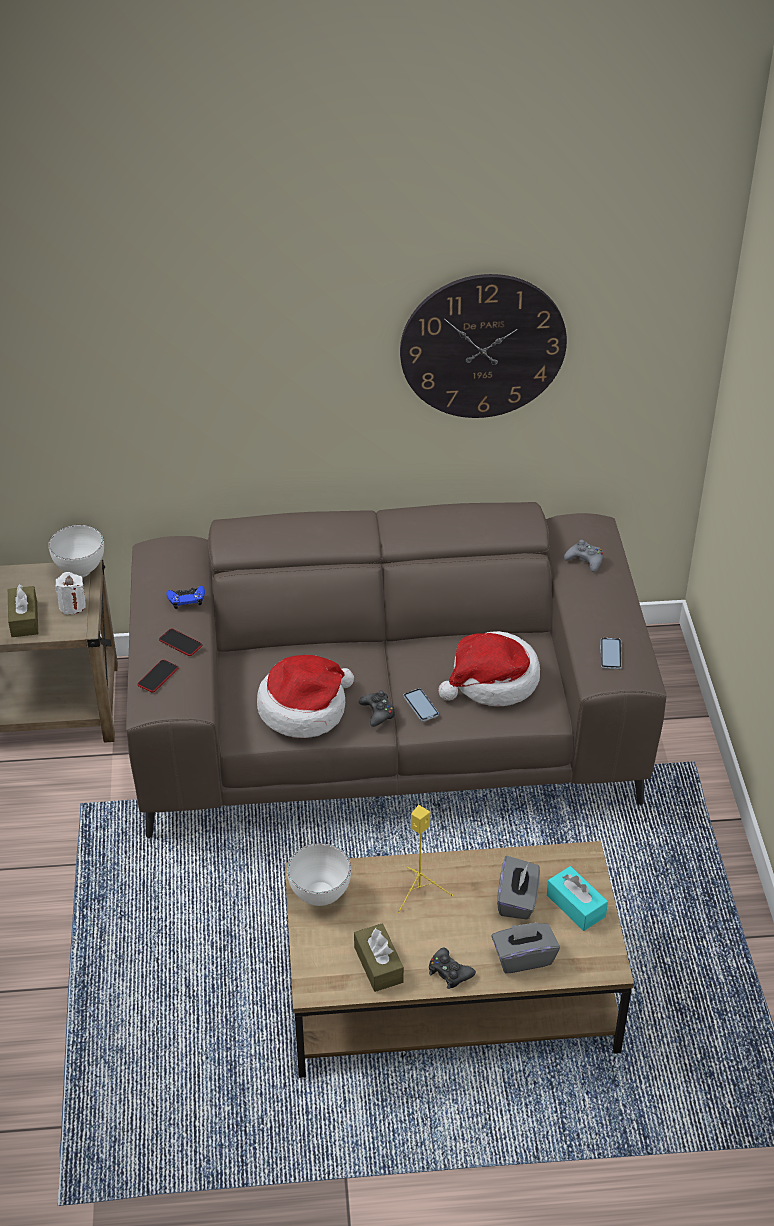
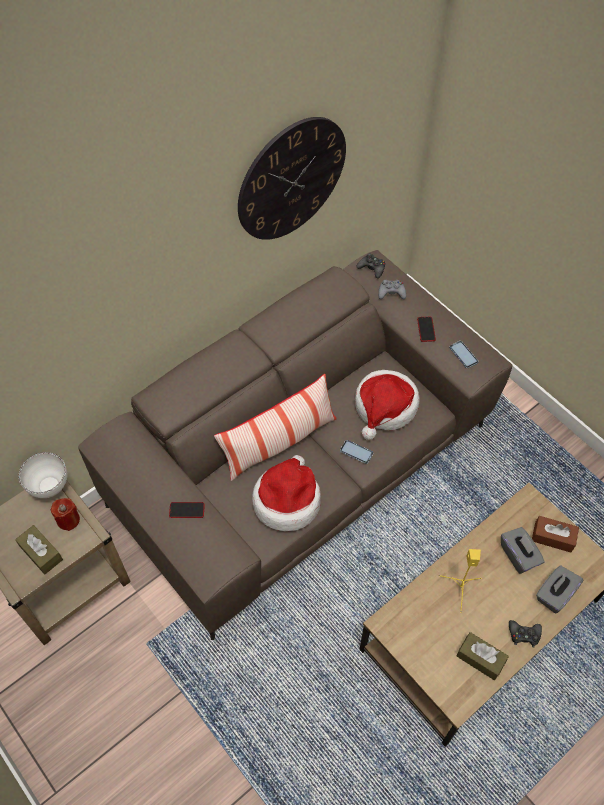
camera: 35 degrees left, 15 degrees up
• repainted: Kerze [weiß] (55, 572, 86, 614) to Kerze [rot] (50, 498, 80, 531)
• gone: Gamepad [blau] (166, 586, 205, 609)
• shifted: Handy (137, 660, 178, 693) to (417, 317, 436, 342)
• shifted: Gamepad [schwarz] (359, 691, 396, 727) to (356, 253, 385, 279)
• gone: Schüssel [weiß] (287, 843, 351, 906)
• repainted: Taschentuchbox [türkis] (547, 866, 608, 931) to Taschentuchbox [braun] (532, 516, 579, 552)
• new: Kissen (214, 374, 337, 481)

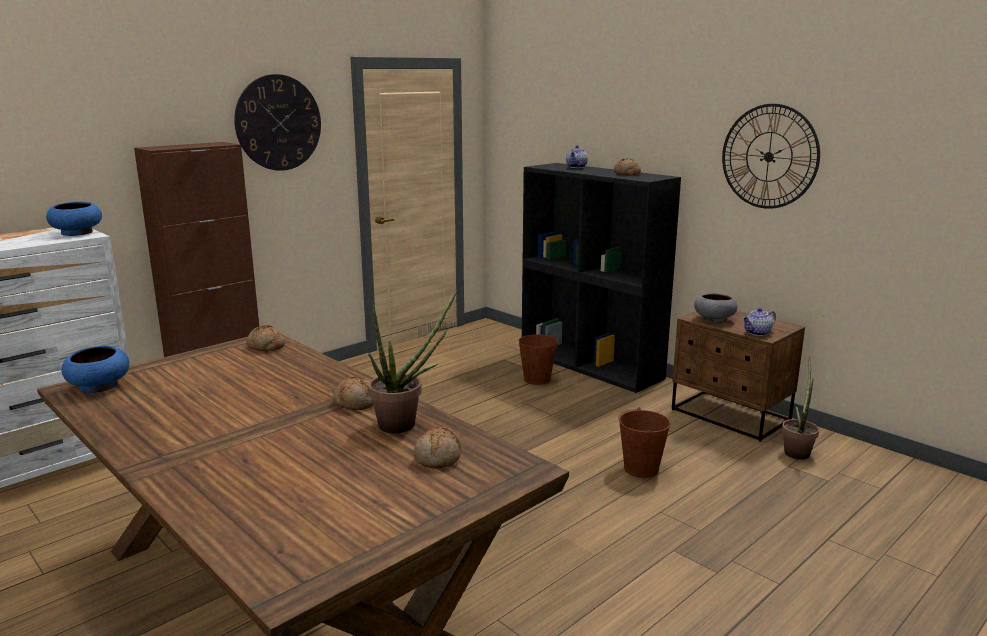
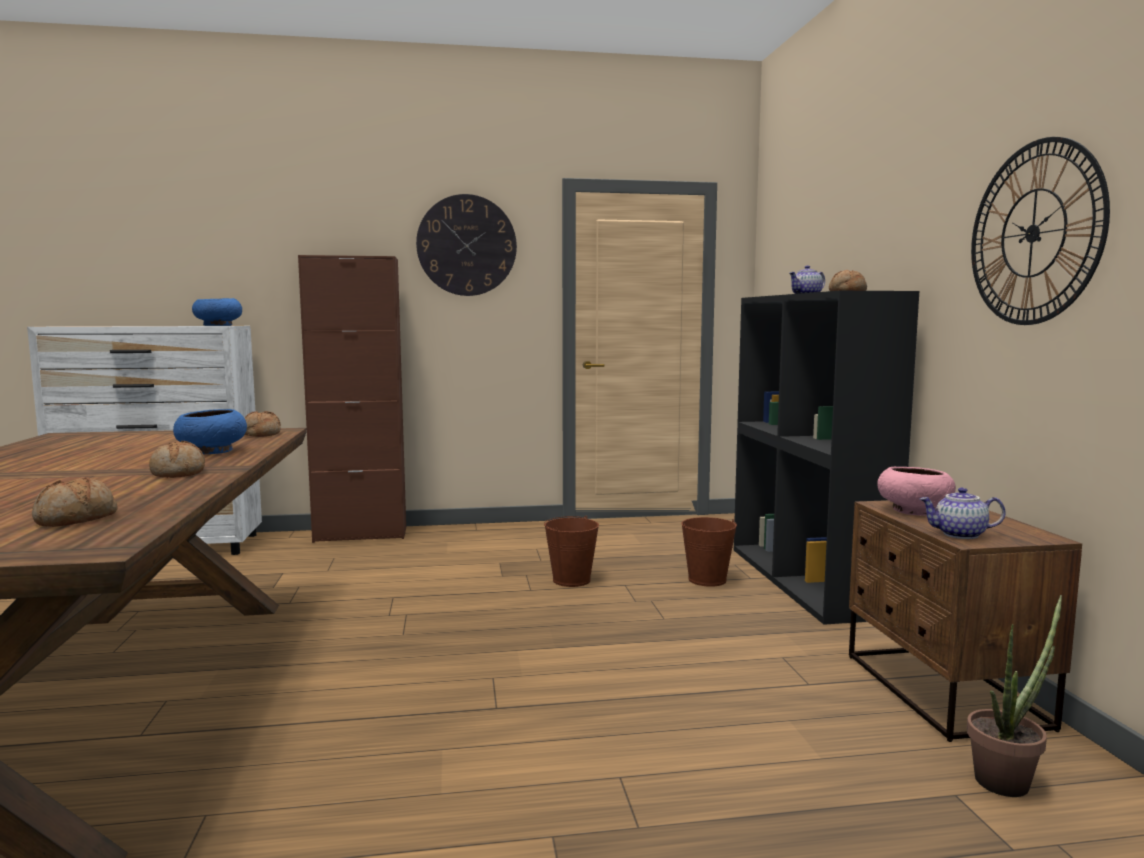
camera: 35 degrees right, 10 degrees down
• gone: Topfpflanze (368, 290, 457, 433)
• repainted: Schüssel [grau] (694, 293, 737, 323) to Schüssel [rosa] (877, 467, 956, 516)
• shifted: Schüssel [blau] (61, 345, 129, 393) to (173, 409, 247, 454)
• shifted: Eimer [braun] (618, 407, 671, 478) to (544, 516, 599, 587)

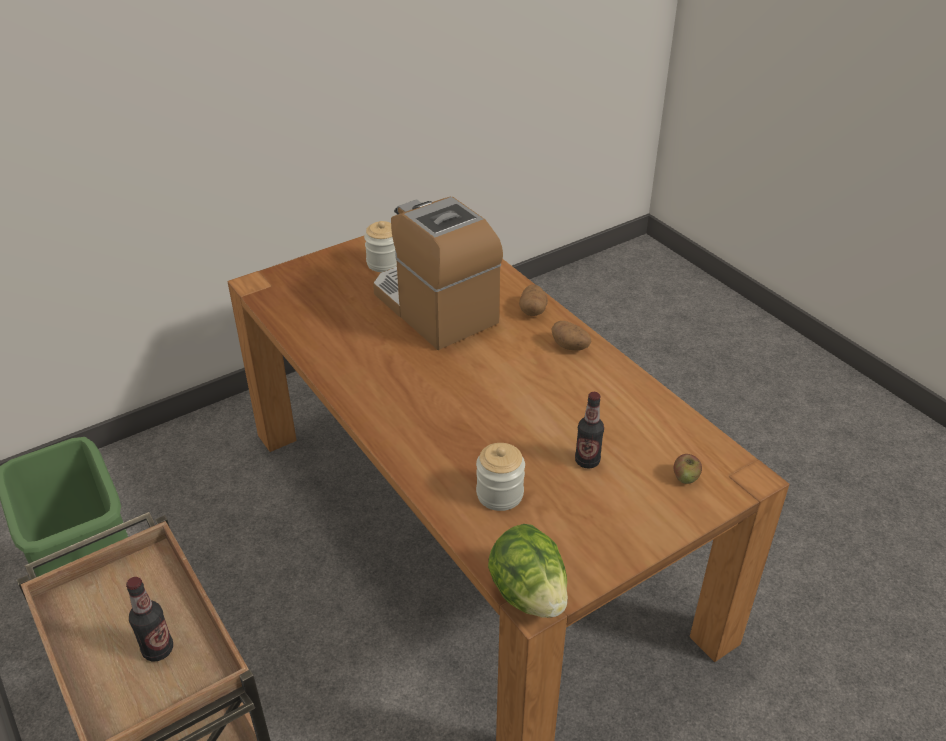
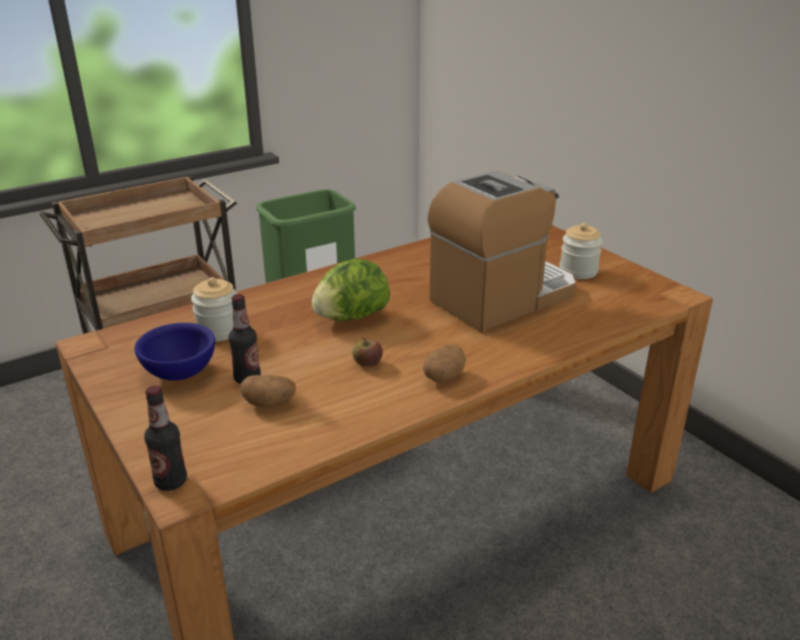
camera: 90 degrees right, 10 degrees down
• shifted: Kartoffel (519, 285, 548, 316) to (240, 375, 296, 408)
• shifted: Apfel (674, 454, 702, 484) to (352, 337, 383, 366)
• shifted: Salatkopf (488, 524, 568, 618) to (312, 259, 390, 321)
• shifted: Flasche (126, 577, 173, 662) to (144, 385, 187, 491)
• new: Schüssel [blau] (135, 323, 215, 381)

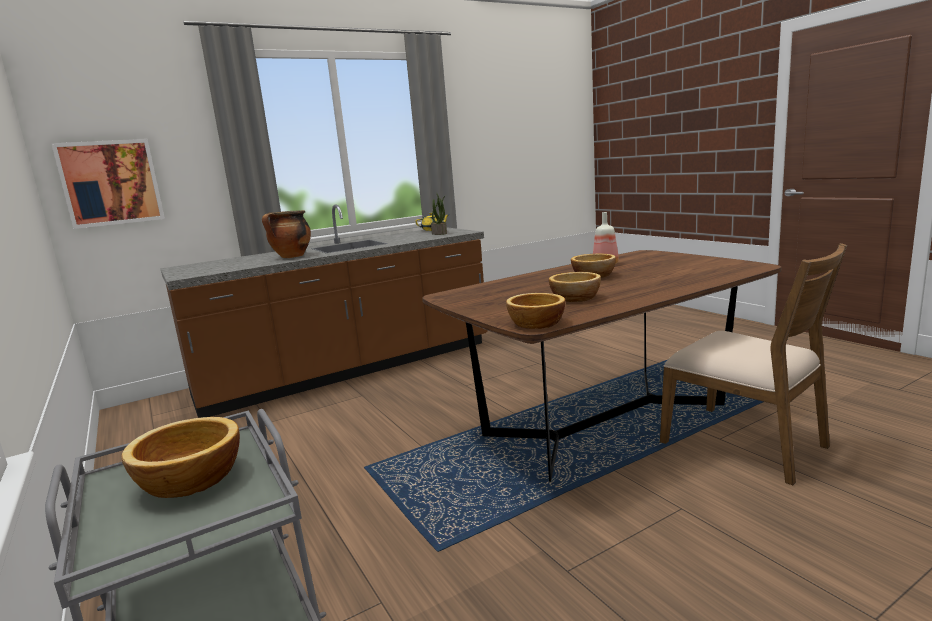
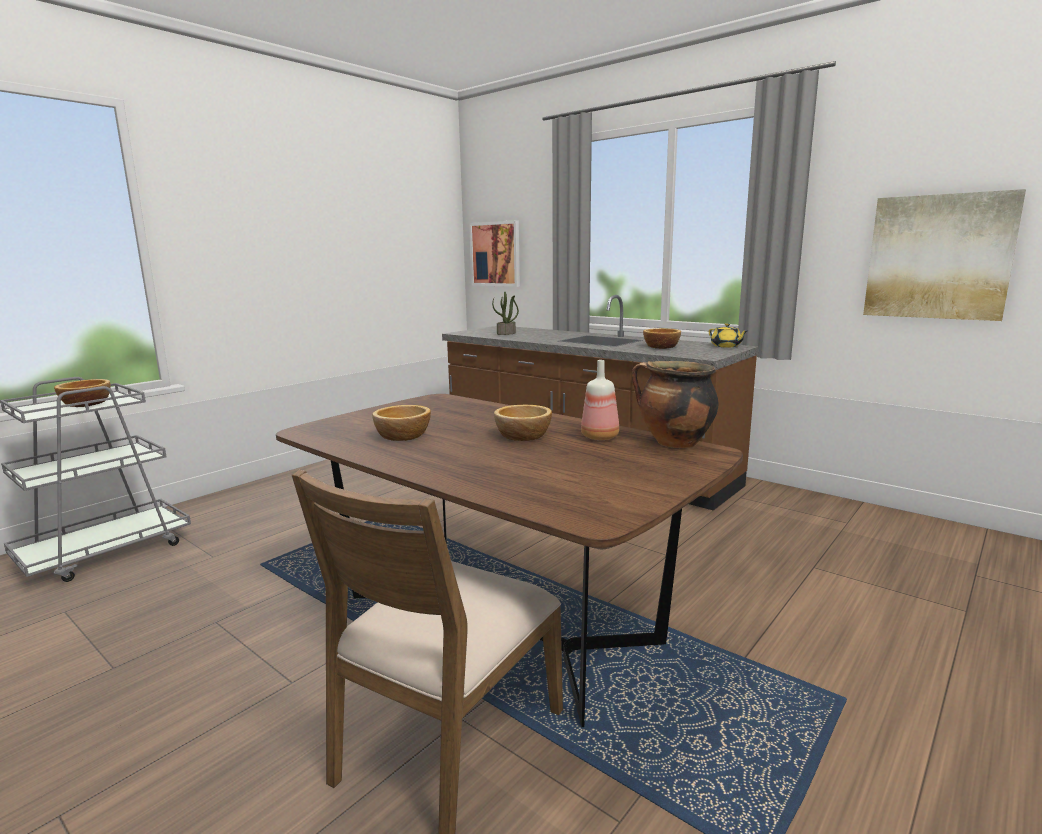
camera: 70 degrees right, 0 degrees up
• shifted: Topfpflanze (431, 194, 447, 235) to (492, 292, 519, 335)
• shifted: Kochtopf (262, 210, 311, 258) to (632, 361, 718, 448)
• shifted: Schüssel (506, 293, 565, 329) to (643, 328, 681, 349)
• new: Bild (863, 189, 1026, 321)

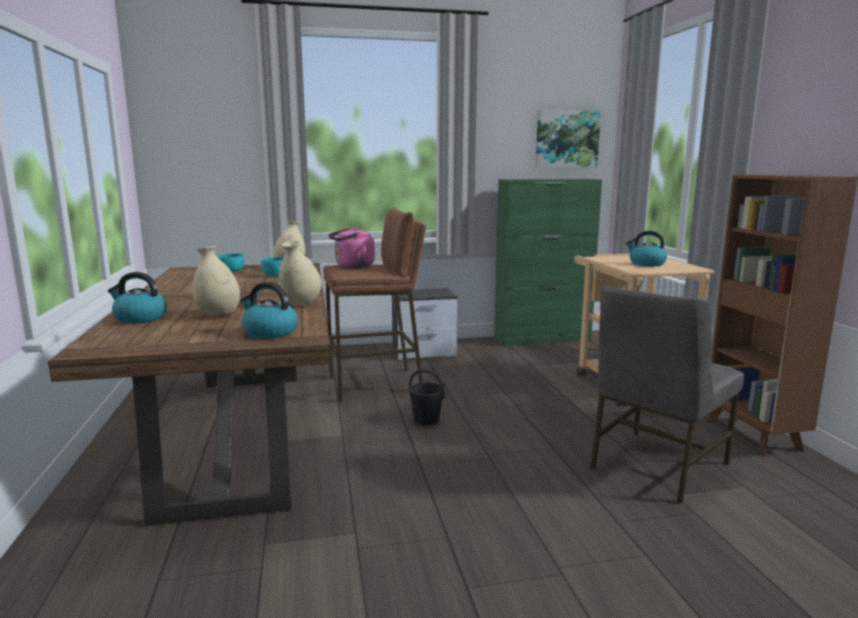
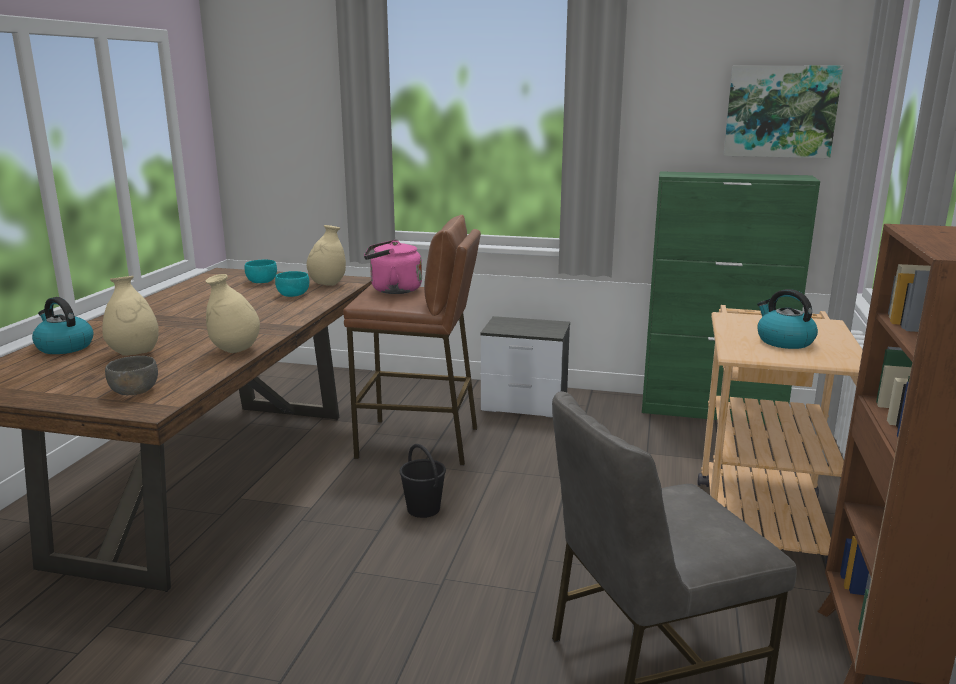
camera: 25 degrees right, 5 degrees up
• swapped: Wasserkessel (240, 282, 298, 338) to Schüssel [grau] (105, 356, 158, 395)

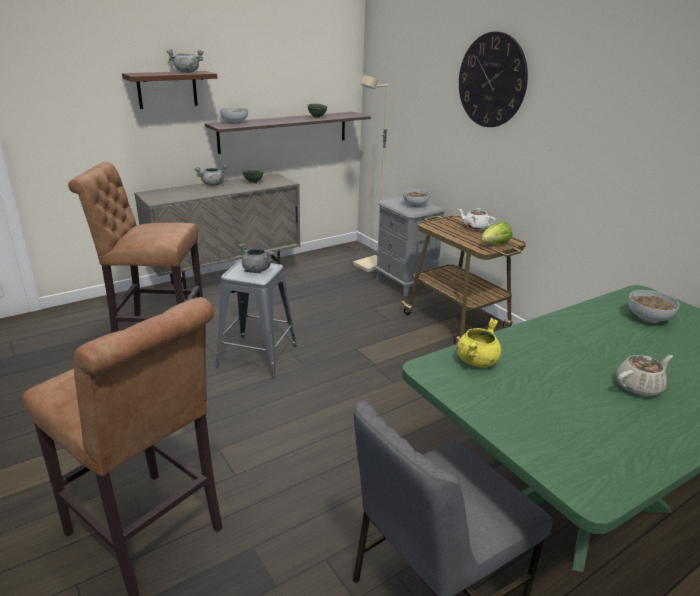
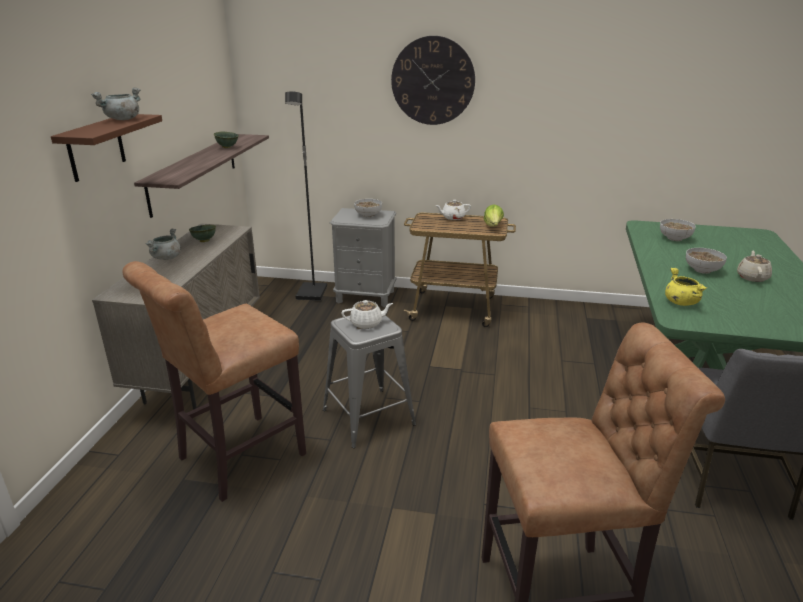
camera: 45 degrees left, 0 degrees up
• repainted: Stehlampe [beige] (353, 75, 389, 272) to Stehlampe [schwarz] (285, 91, 327, 301)
• shifted: Schüssel (220, 107, 248, 124) to (686, 248, 727, 274)
• swapped: Kochtopf [grau] (239, 243, 274, 273) to Teekanne [weiß] (341, 300, 393, 329)

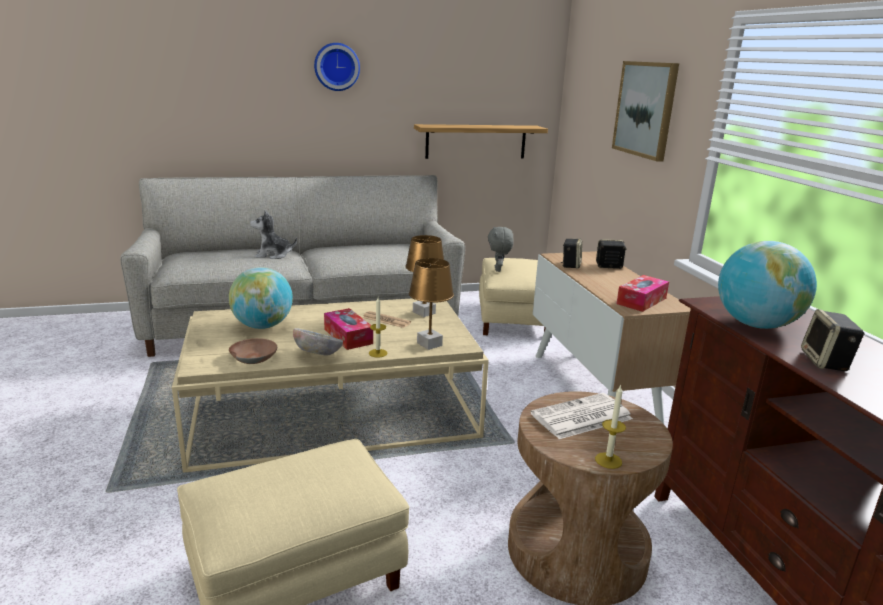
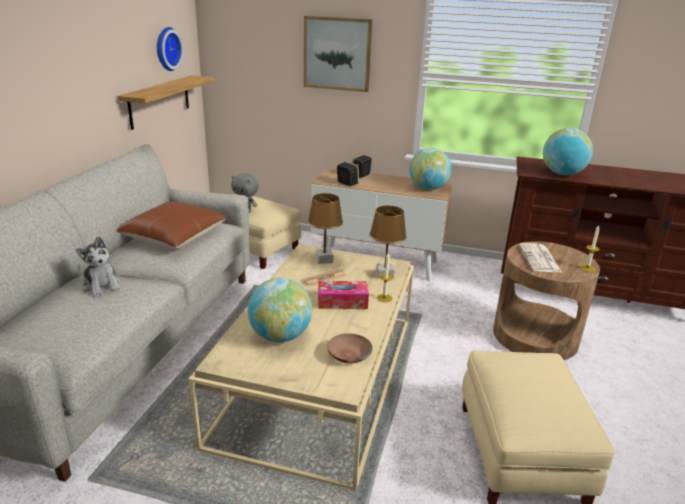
camera: 60 degrees left, 5 degrees up
• shifted: Wanduhr (314, 43, 360, 91) to (157, 27, 183, 71)
• rotated: Plüschtier (250, 210, 297, 259) = (76, 236, 121, 298) 60 degrees counterclockwise
• swapped: Taschentuchbox (617, 275, 669, 312) to Globus (409, 148, 452, 190)
• gone: Lautsprecher (801, 309, 865, 371)
• gone: Schüssel (293, 328, 343, 356)
• new: Kissen [braun] (117, 201, 227, 249)

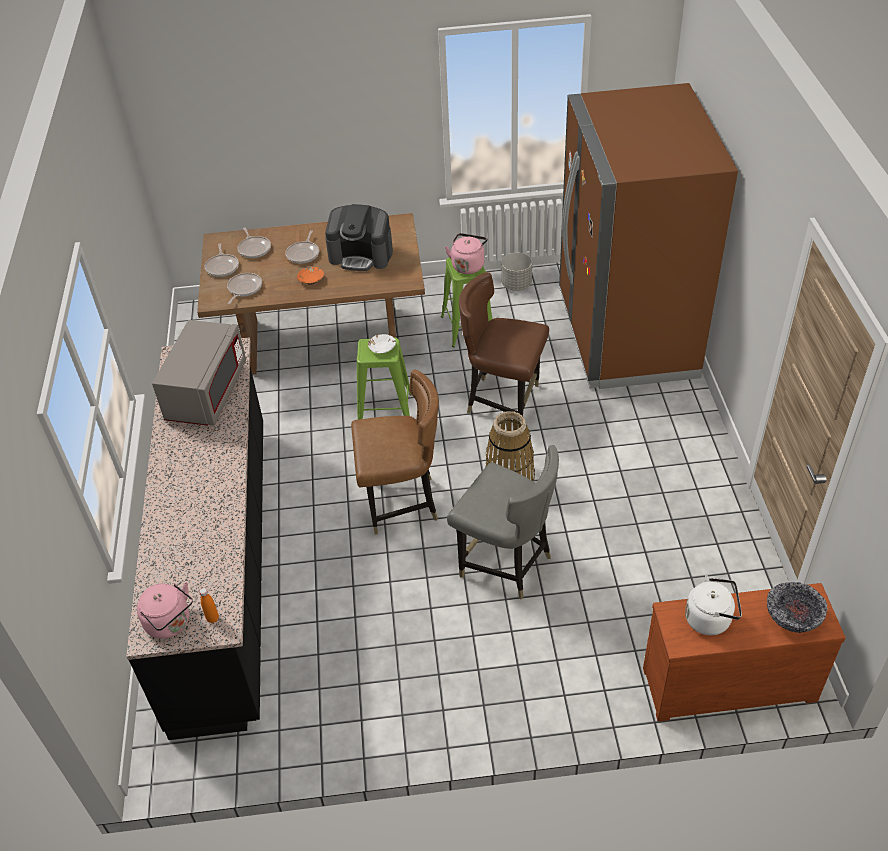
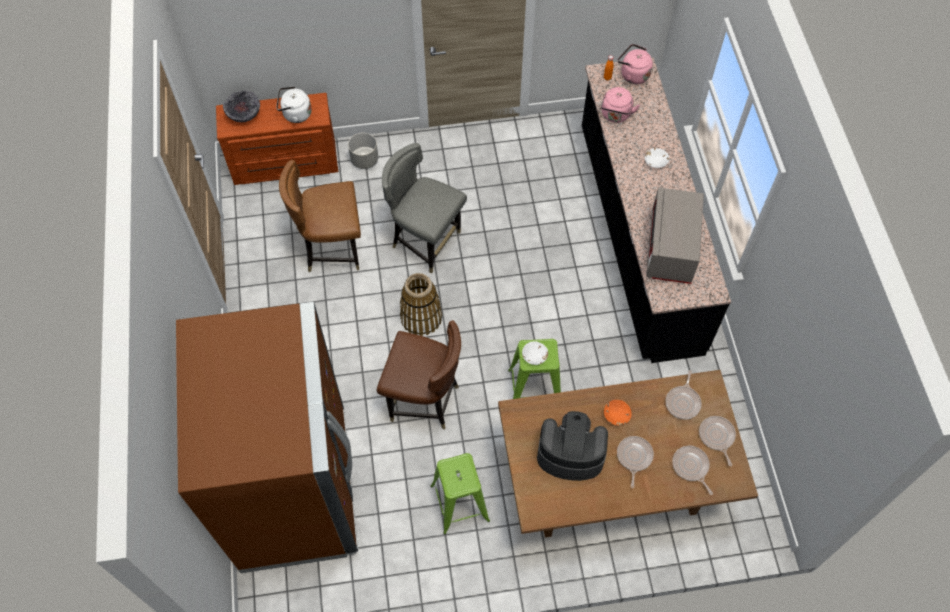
camera: 175 degrees right, 15 degrees up
• shifted: Wasserkessel [rosa] (445, 233, 487, 274) to (601, 87, 640, 123)
• shifted: Pflanzkübel [grau] (501, 252, 532, 291) to (348, 133, 378, 169)
• shifted: Stuhl [braun] (351, 369, 439, 534) to (279, 160, 361, 272)
• new: Schüssel [weiß] (645, 148, 669, 168)

